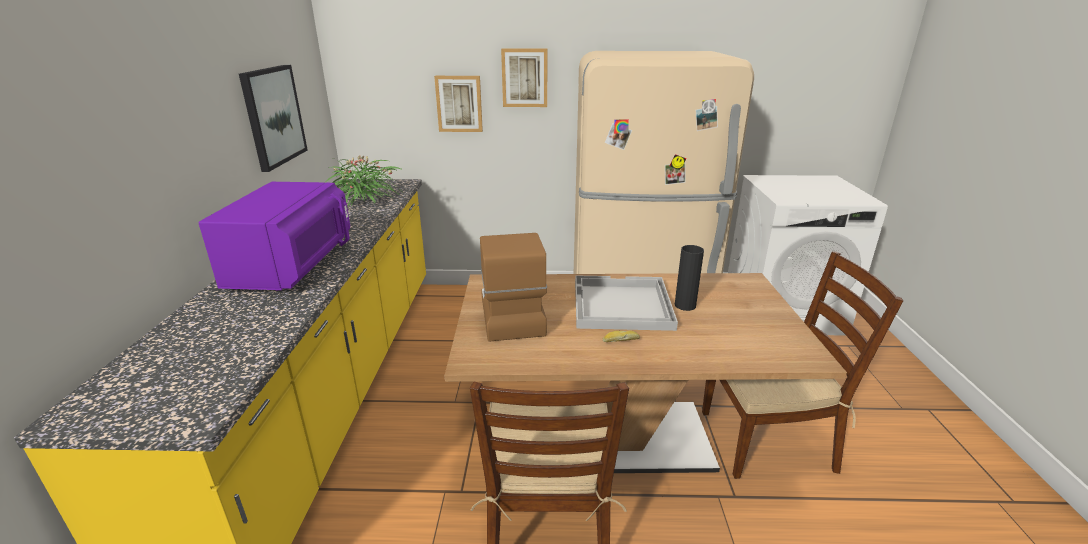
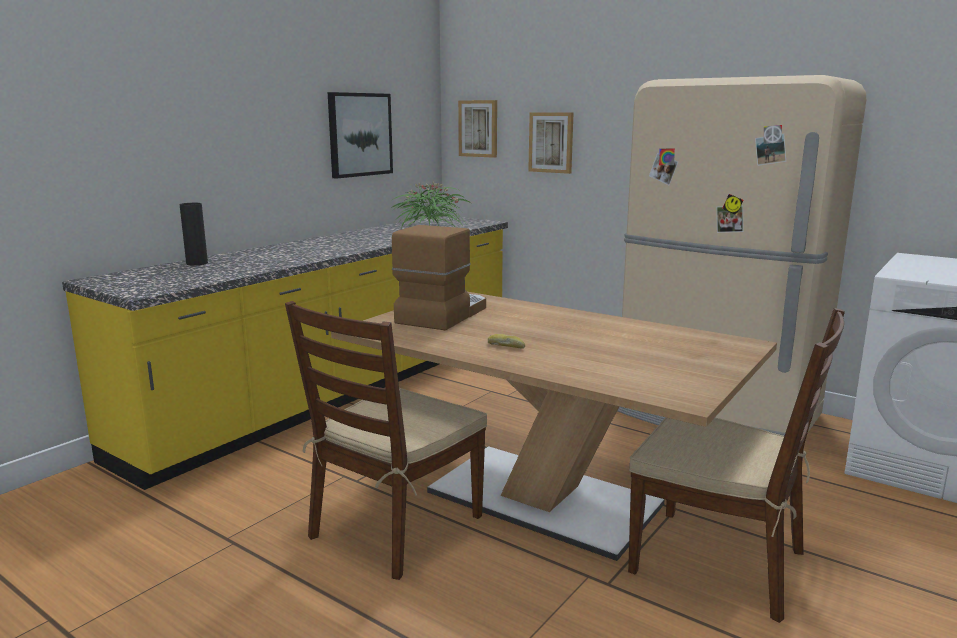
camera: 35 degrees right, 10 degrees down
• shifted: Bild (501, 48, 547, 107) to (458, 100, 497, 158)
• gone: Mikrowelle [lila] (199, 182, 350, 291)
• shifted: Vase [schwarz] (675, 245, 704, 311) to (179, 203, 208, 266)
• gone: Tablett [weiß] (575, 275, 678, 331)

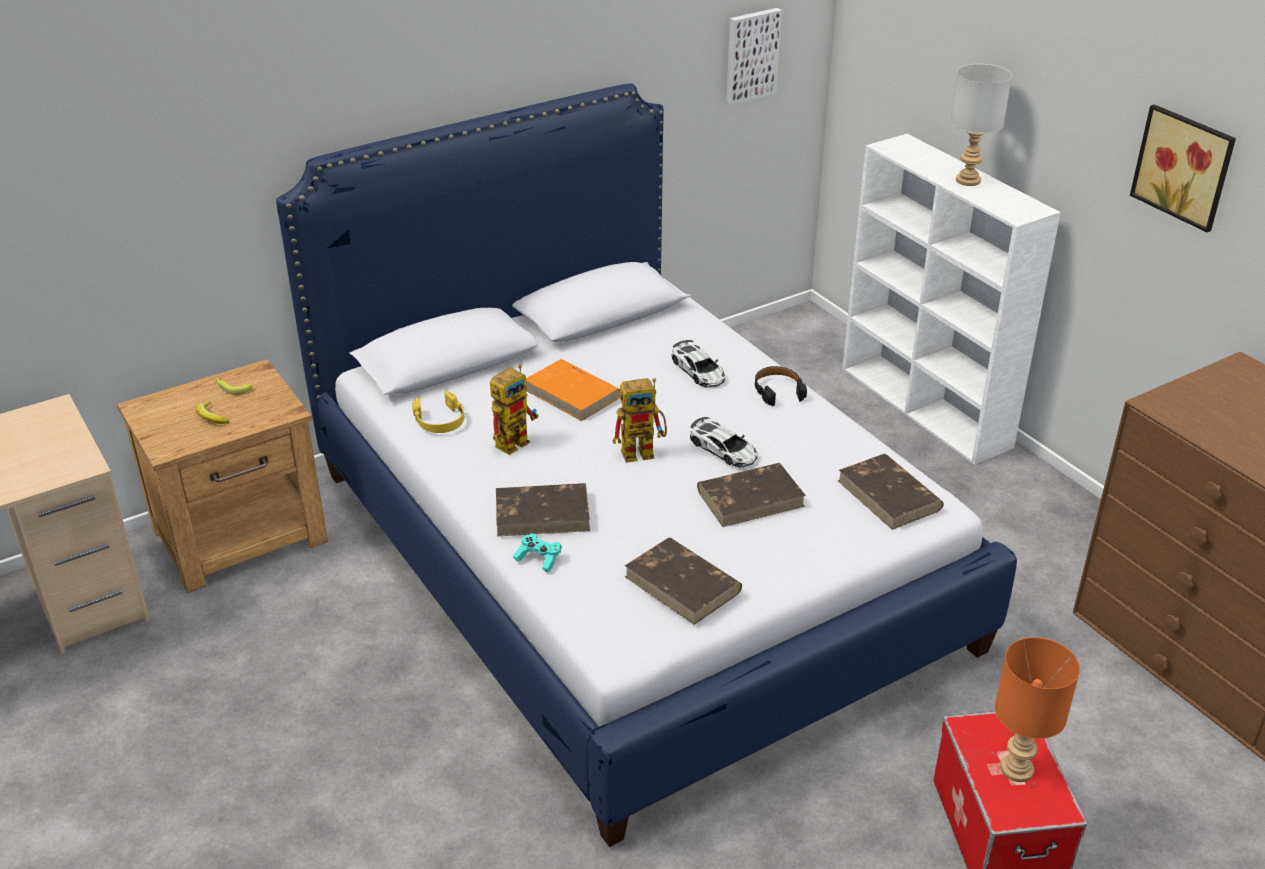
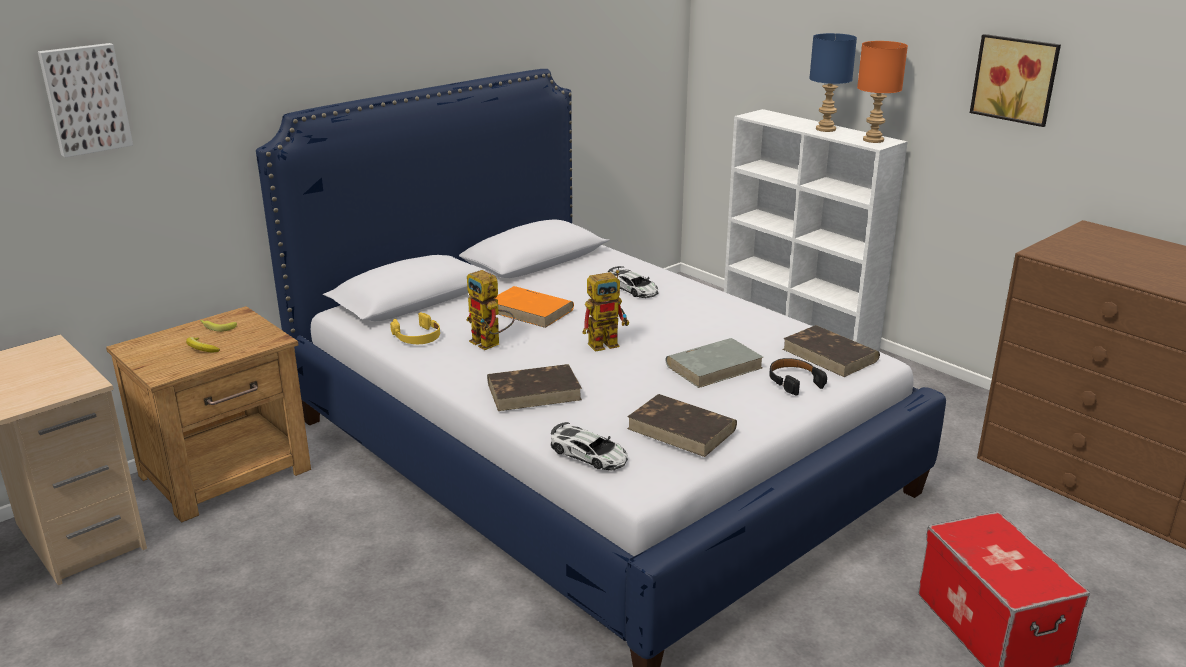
camera: 10 degrees left, 10 degrees down
• shifted: Bild (726, 8, 782, 105) to (38, 43, 133, 158)
• repainted: Tischlampe [grau] (950, 64, 1012, 186) to Tischlampe [blau] (809, 33, 857, 132)
• rotated: Spielzeugroboter (490, 365, 539, 455) = (466, 270, 515, 350) 105 degrees clockwise
• shifted: Kopfhörer [schwarz] (755, 366, 807, 406) to (769, 358, 827, 395)
• shifted: Spielzeugauto (690, 417, 757, 467) to (551, 422, 628, 471)
• repainted: Buch [braun] (697, 463, 806, 527) to Buch [grau] (665, 338, 763, 388)
• gone: Gamepad [türkis] (513, 533, 561, 572)
• shifted: Tischlampe [orange] (995, 637, 1080, 782) to (857, 41, 908, 143)

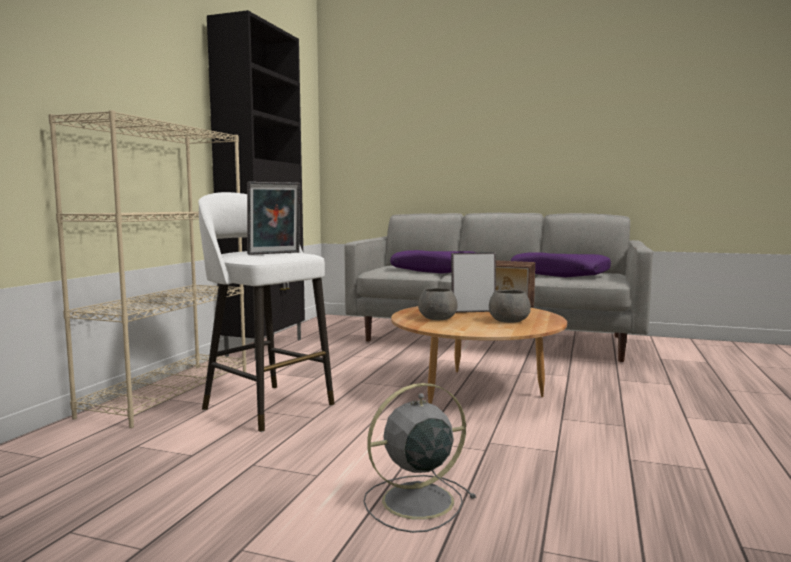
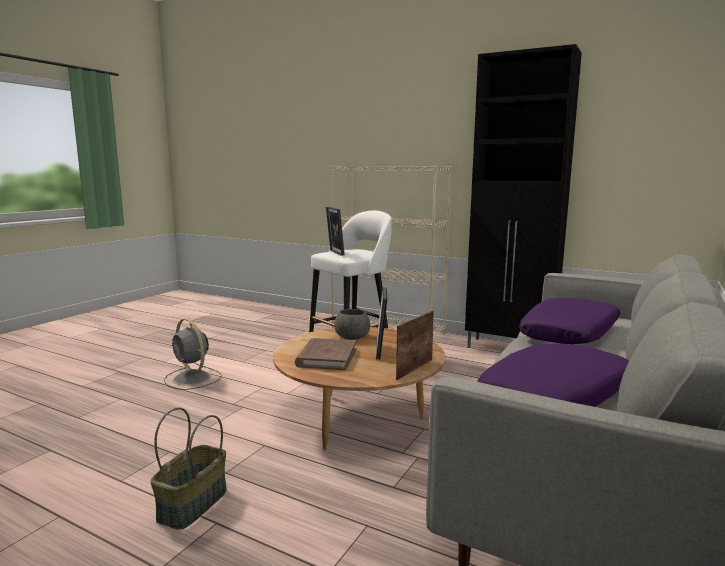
camera: 100 degrees right, 5 degrees up
• swapped: Schüssel [grau] (489, 290, 531, 323) to Buch [braun] (295, 338, 356, 370)
• rotated: Ventilator [grau] (363, 383, 476, 533) = (164, 319, 222, 390) 150 degrees clockwise
• new: Korb (150, 407, 227, 529)

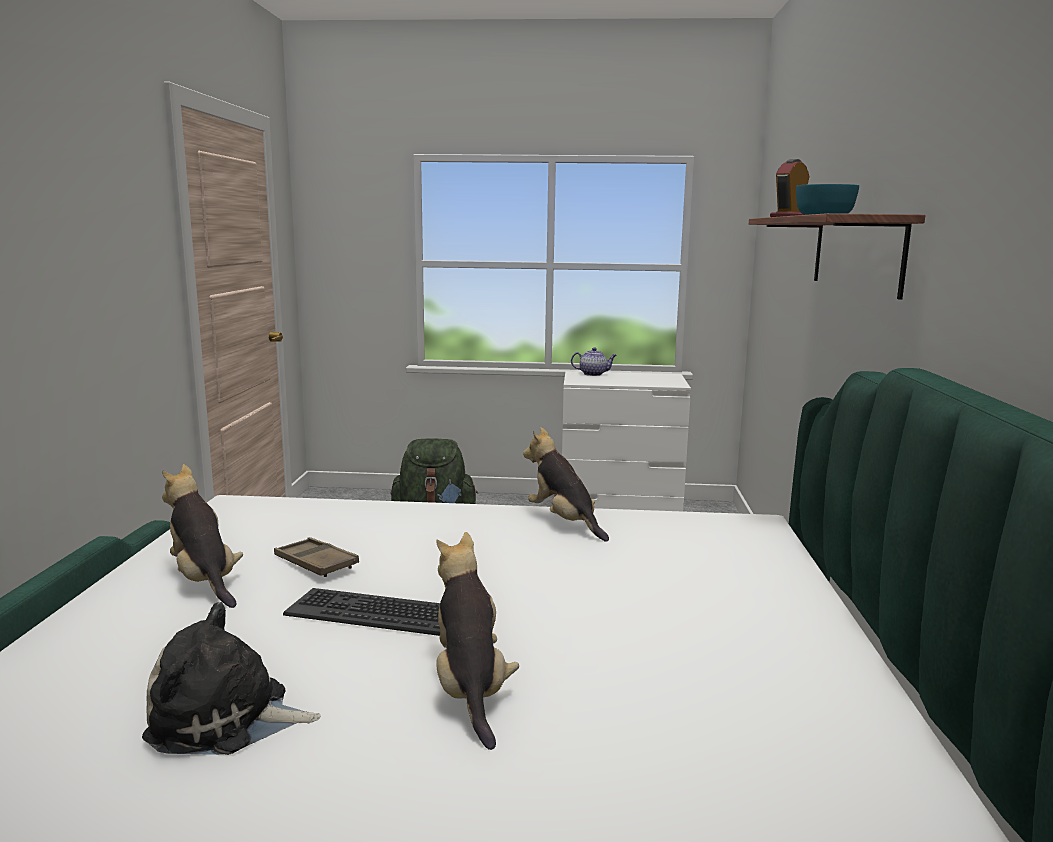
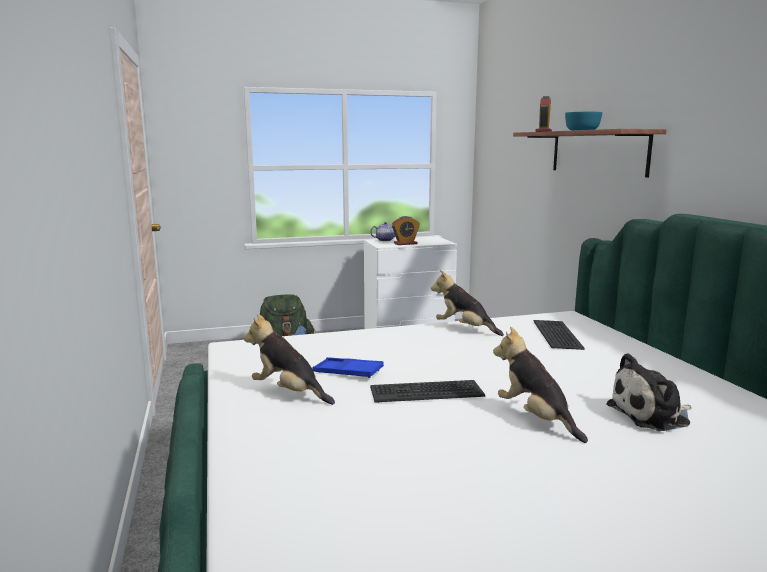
camera: 20 degrees left, 0 degrees up
• repainted: Tablett [braun] (274, 537, 359, 577) to Tablett [blau] (313, 357, 384, 378)
• shifted: Plüschtier (142, 602, 321, 755) to (606, 353, 692, 431)
• new: Wecker (392, 216, 420, 245)
• new: Tastatur (534, 320, 584, 350)

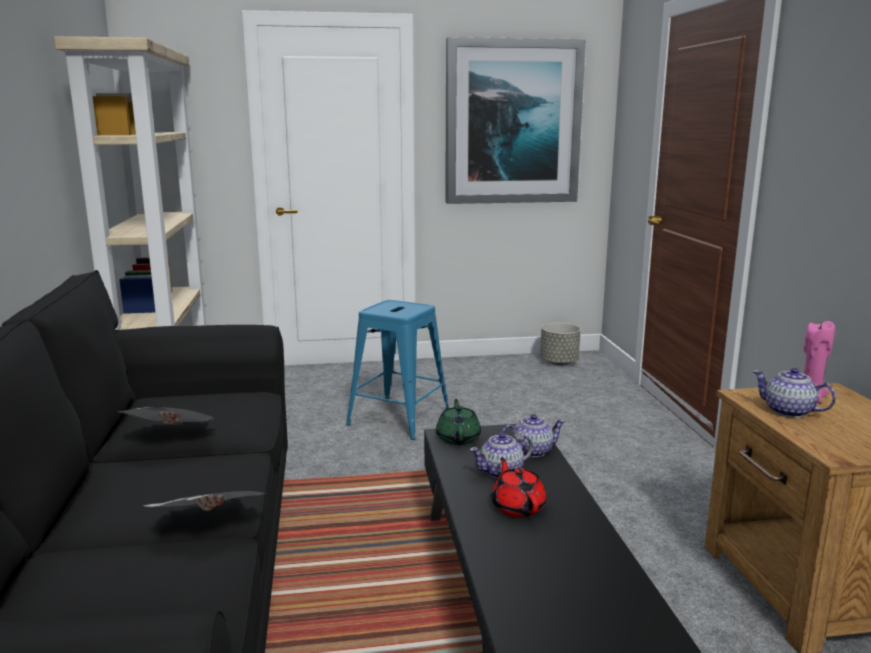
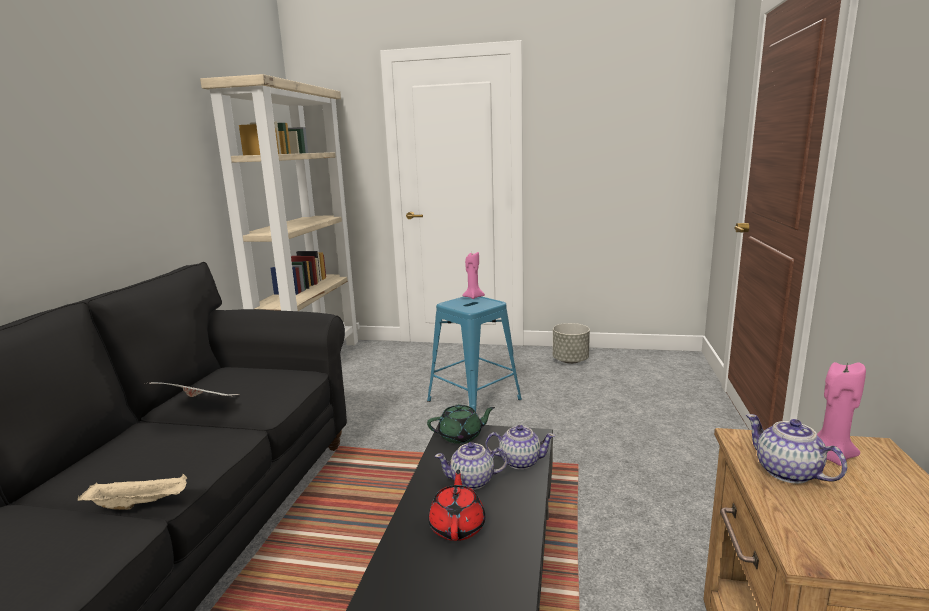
camera: 20 degrees right, 0 degrees up
• gone: Bild (445, 37, 586, 204)
• shifted: Pflanzkübel [grau] (540, 323, 581, 365) to (553, 323, 590, 364)
• rotated: Teekanne [grün] (436, 399, 481, 445) = (427, 404, 495, 444) 60 degrees clockwise
• swapped: Zeitung (144, 491, 267, 511) to Tablett [beige] (78, 474, 187, 510)
• new: Kerze [rosa] (462, 252, 485, 299)

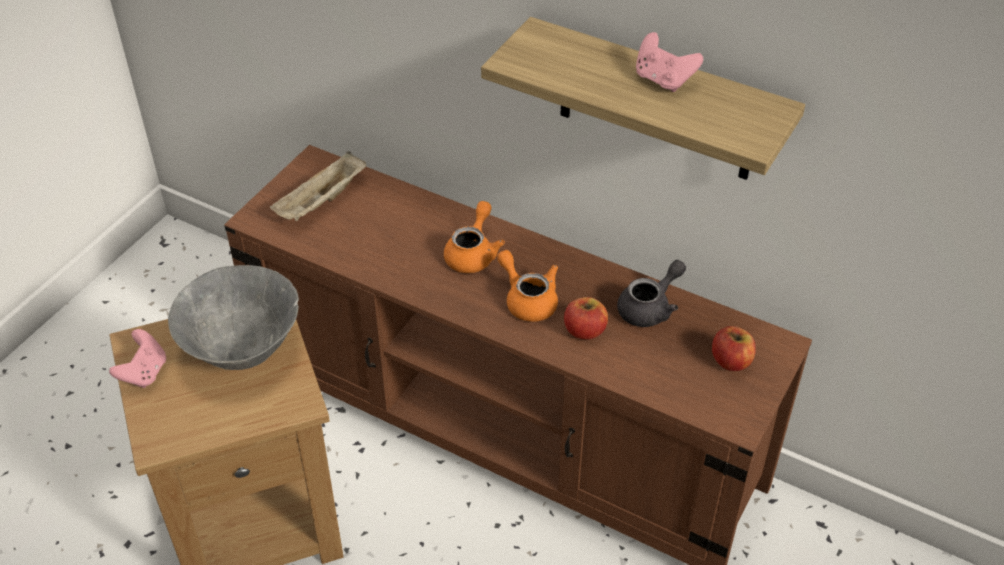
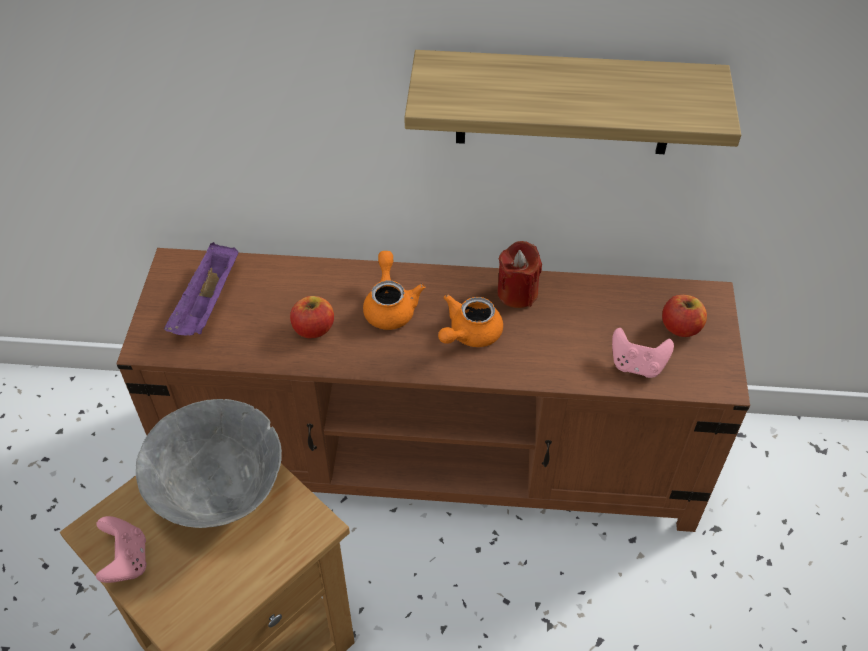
camera: 25 degrees left, 5 degrees up
• shifted: Gamepad [rosa] (636, 32, 703, 92) to (612, 328, 674, 378)
• repainted: Tablett [beige] (270, 151, 366, 221) to Tablett [lila] (164, 242, 238, 336)
• rotated: Teekanne [orange] (497, 250, 558, 322) = (438, 294, 503, 347) 75 degrees counterclockwise
• gone: Teekanne [grau] (617, 260, 686, 327)
• shifted: Apfel (564, 297, 608, 340) to (290, 296, 334, 338)
• new: Kerze [rot] (497, 241, 542, 308)

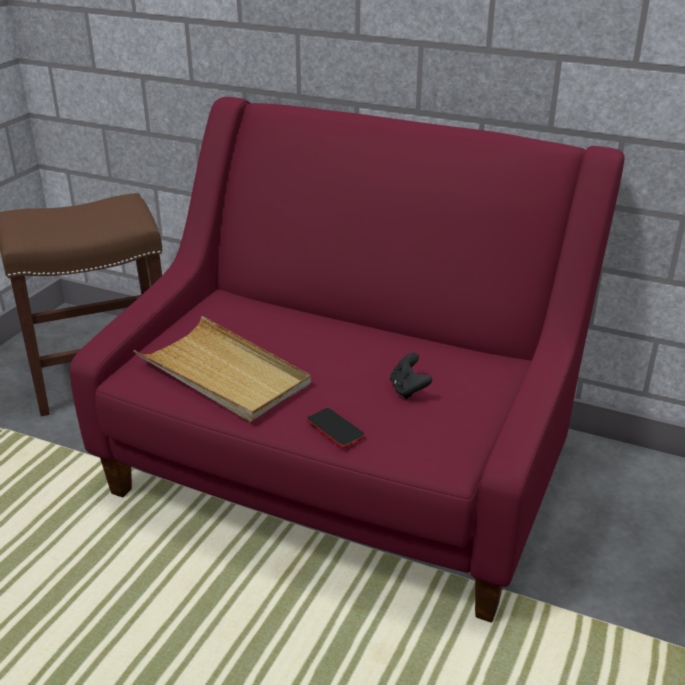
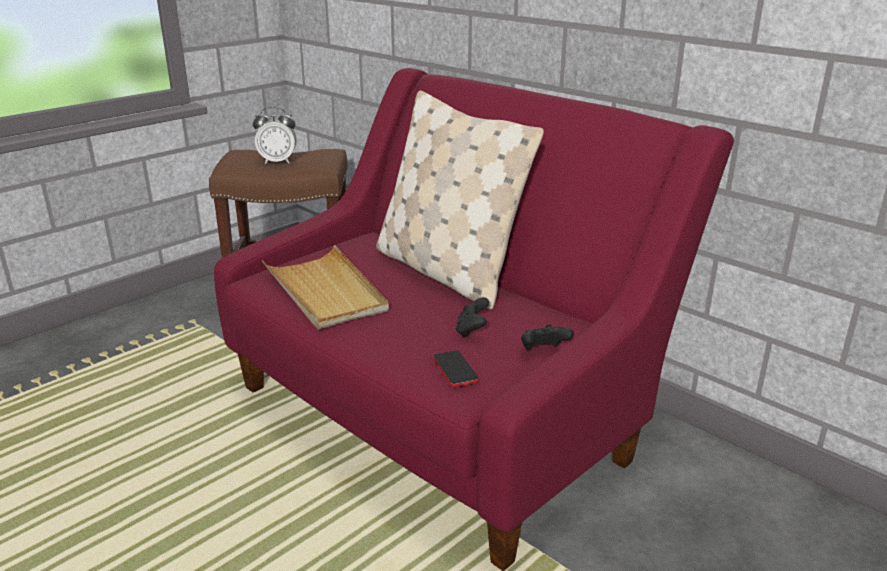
camera: 20 degrees right, 5 degrees down
• shifted: Handy (307, 408, 365, 448) to (433, 350, 479, 387)
• new: Kissen [beige] (376, 91, 544, 309)
• new: Wecker (253, 107, 297, 164)
• new: Gamepad [schwarz] (521, 324, 574, 350)

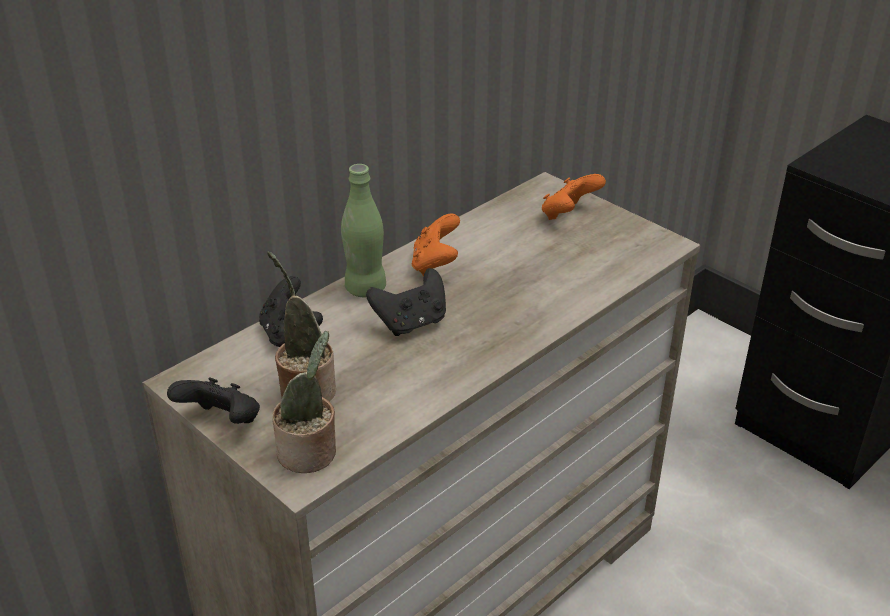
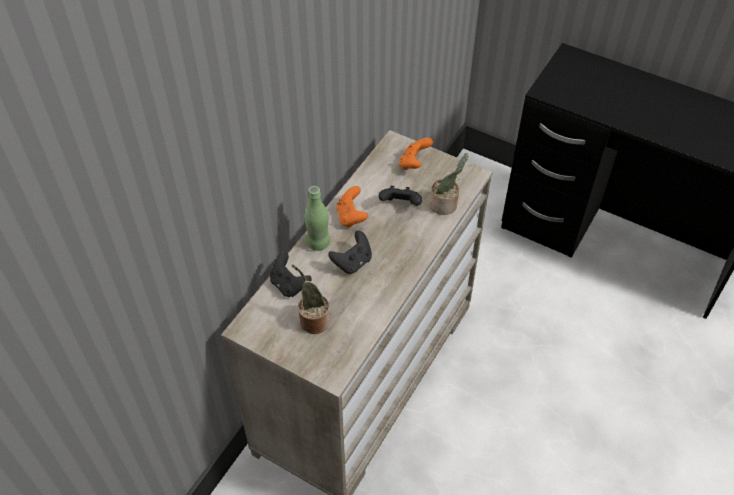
camera: 15 degrees left, 15 degrees up
• shifted: Topfpflanze (272, 331, 336, 473) to (430, 153, 468, 215)
• shifted: Gamepad [schwarz] (167, 377, 260, 424) to (379, 186, 422, 206)

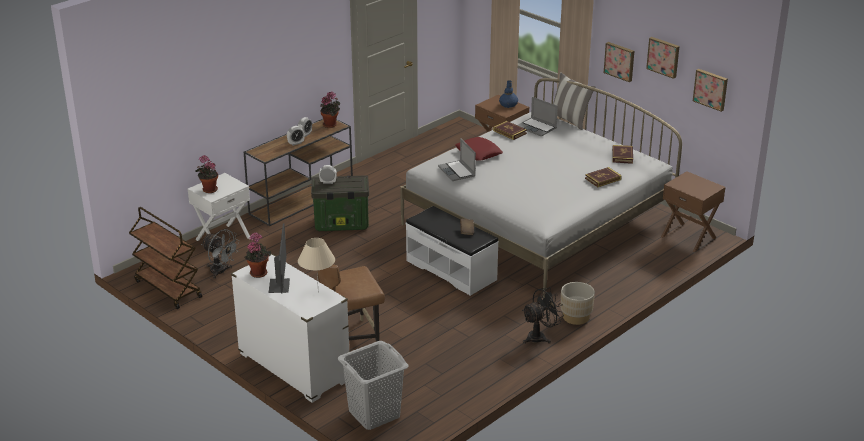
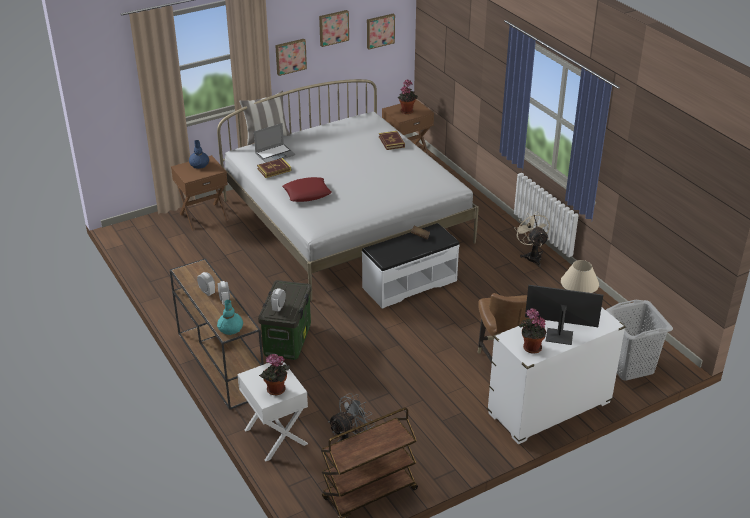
camera: 75 degrees left, 5 degrees up
• shifted: Topfpflanze (320, 91, 341, 128) to (398, 80, 418, 114)
• gone: Laptop (438, 138, 476, 181)
• gone: Buch (612, 145, 633, 164)
• gone: Pflanzkübel [beige] (561, 282, 595, 325)
• repainted: Ventilator [schwarz] (522, 287, 564, 344) to Ventilator [beige] (514, 211, 550, 267)
• new: Vase [türkis] (217, 300, 243, 335)

